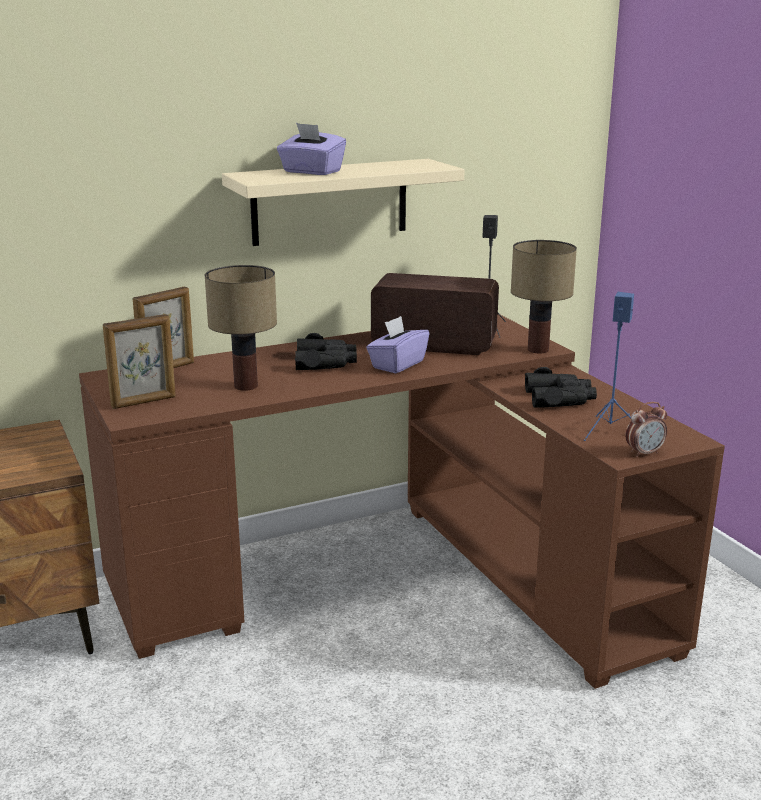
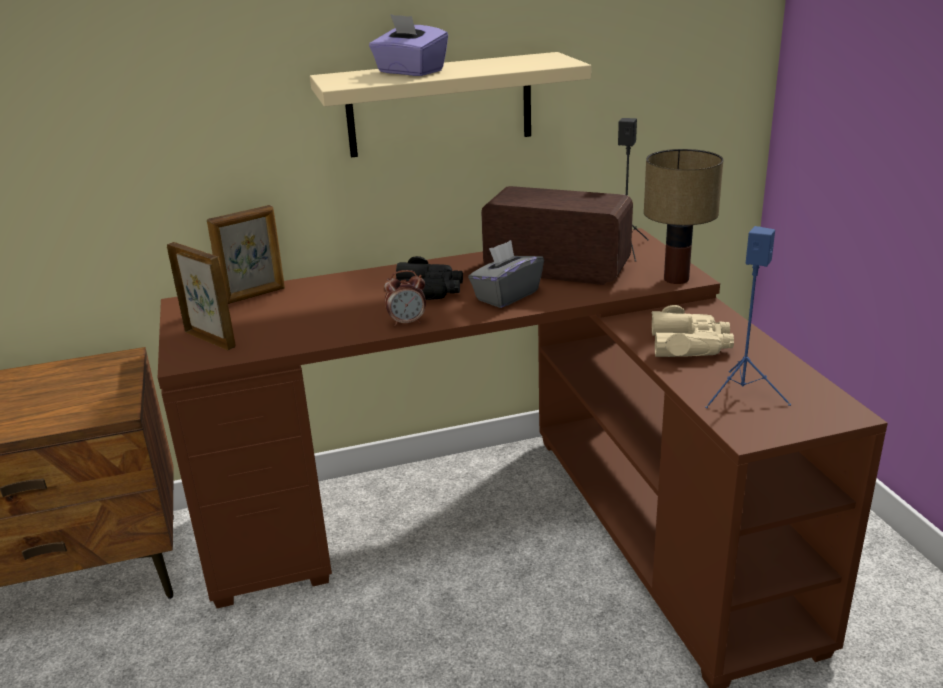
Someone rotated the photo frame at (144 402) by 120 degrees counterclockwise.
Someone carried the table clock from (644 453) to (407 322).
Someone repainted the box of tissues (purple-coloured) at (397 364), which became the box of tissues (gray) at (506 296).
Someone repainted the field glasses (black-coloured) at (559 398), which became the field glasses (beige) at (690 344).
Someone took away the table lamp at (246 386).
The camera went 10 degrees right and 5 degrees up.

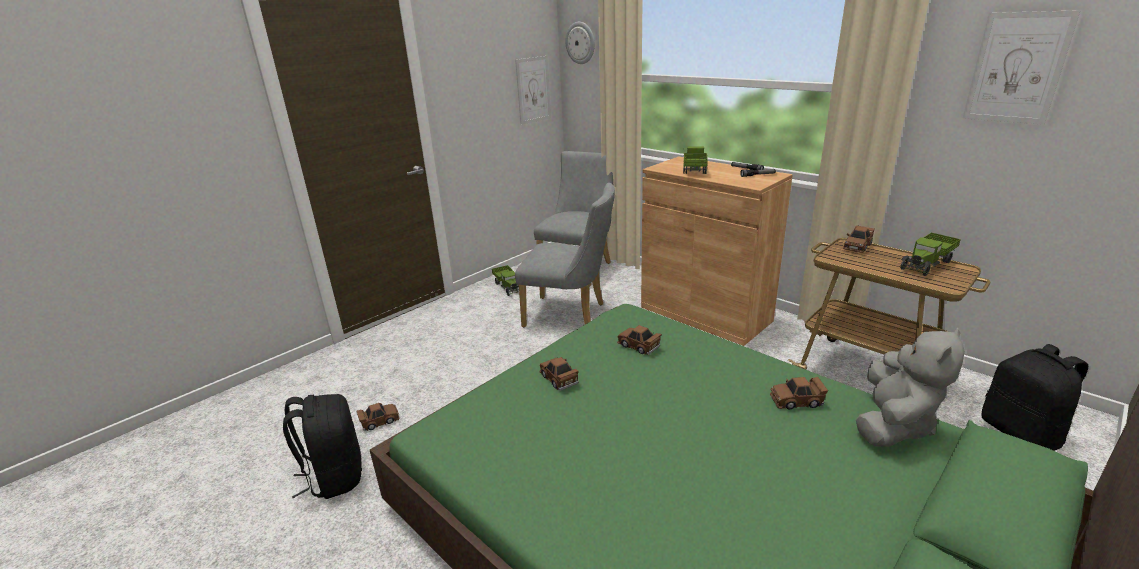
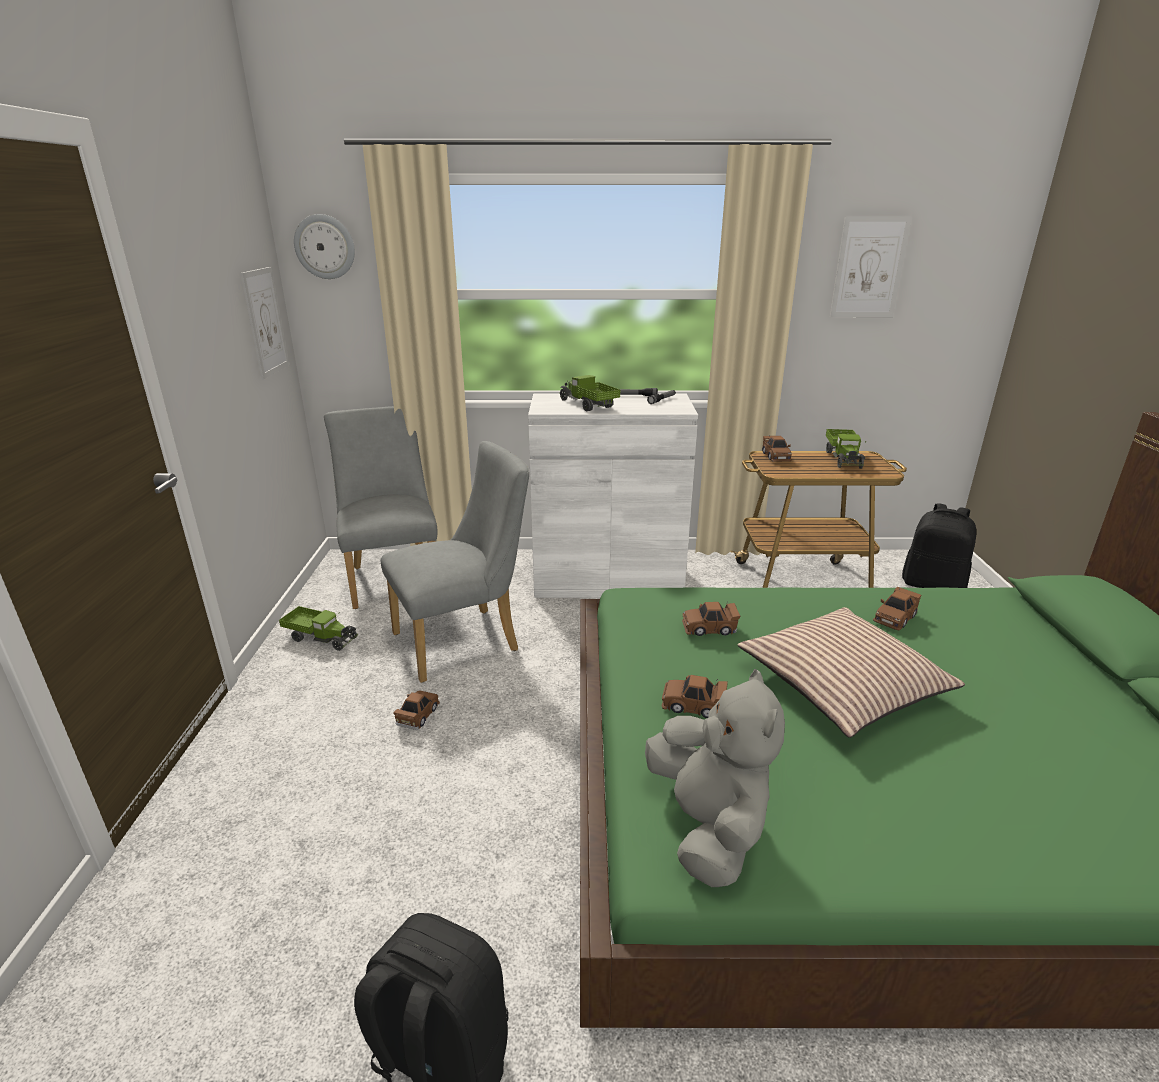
Someone carried the toy car (brown-coloured) from (379 421) to (418 715).
Someone repainted the cabinet (brown-coloured) at (705 314), which became the cabinet (whitish) at (607 579).
Someone carried the plush toy (gray) from (893 424) to (708 826).
Someone put down the pillow at (843 684).
The camera went 45 degrees left and 0 degrees up.

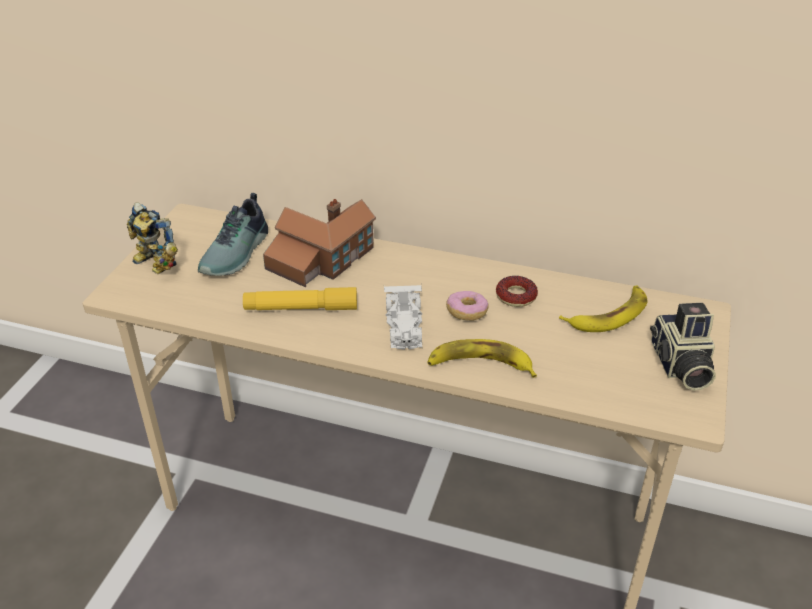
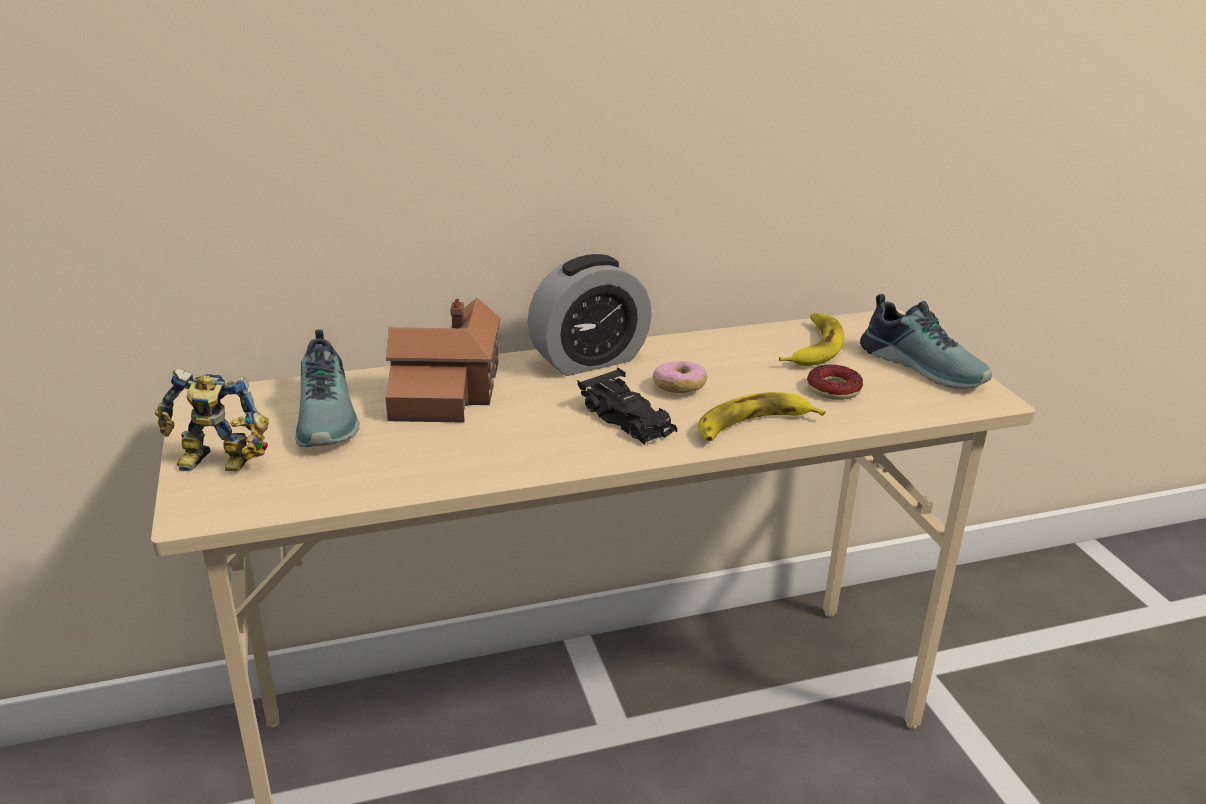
Someone put down the table clock at (589 360).
Someone repainted the toy car (whitish) at (404 325), which became the toy car (black-coloured) at (628 419).
Someone carried the ring doughnut from (516 296) to (833 389).
Someone swapped the photo camera at (679 366) for the shoe at (924 366).
Someone took away the hand torch (yellow-coloured) at (301 308).
The camera went 35 degrees left and 10 degrees down.

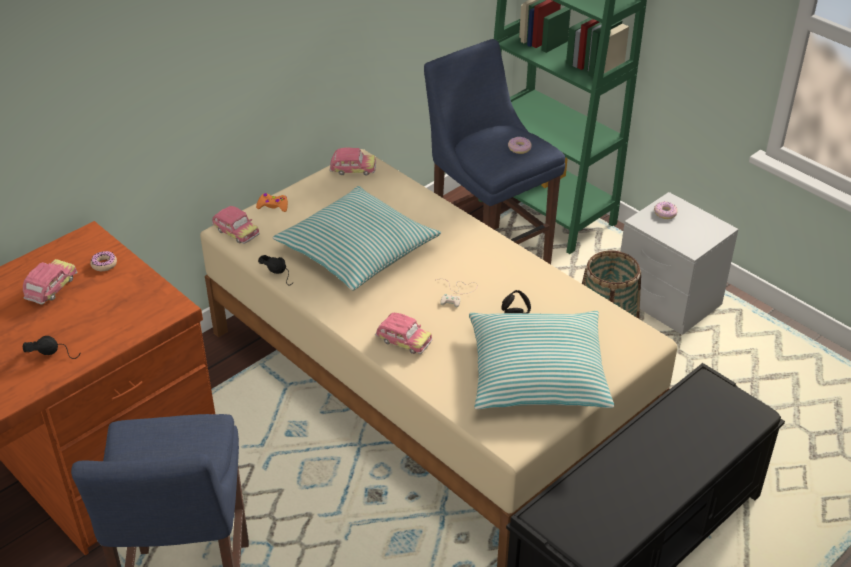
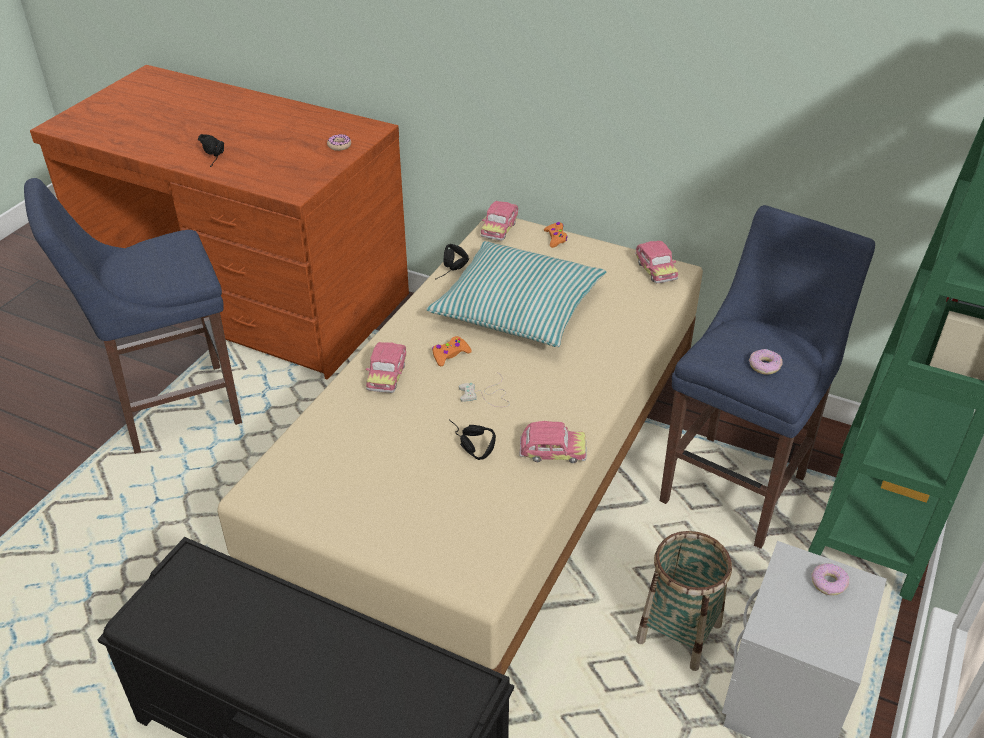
Someone put down the game controller (orangey) at (450 355).
Someone carried the toy car from (51 288) to (552 453).
Someone took away the pillow at (537 373).
The camera went 70 degrees right and 0 degrees up.

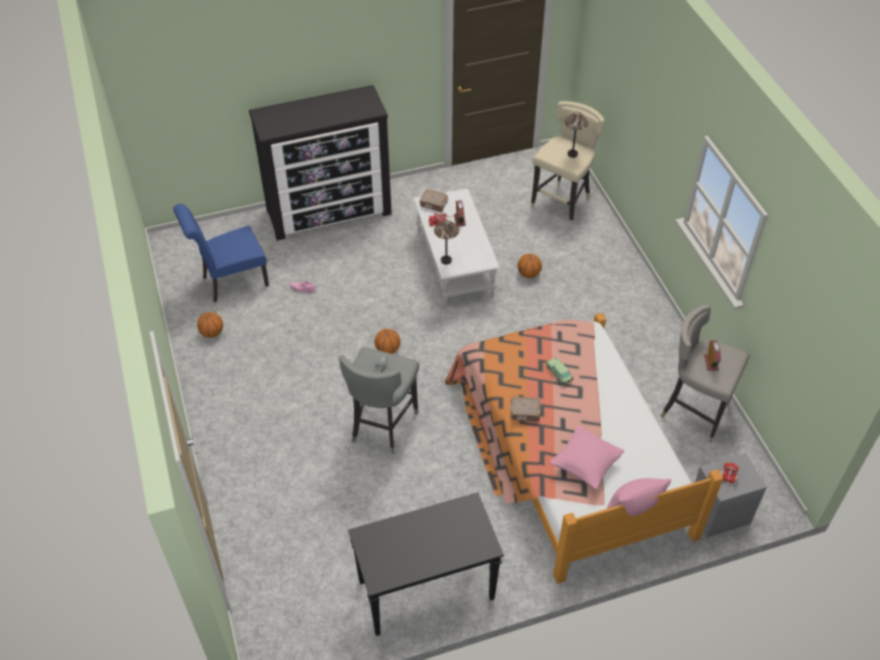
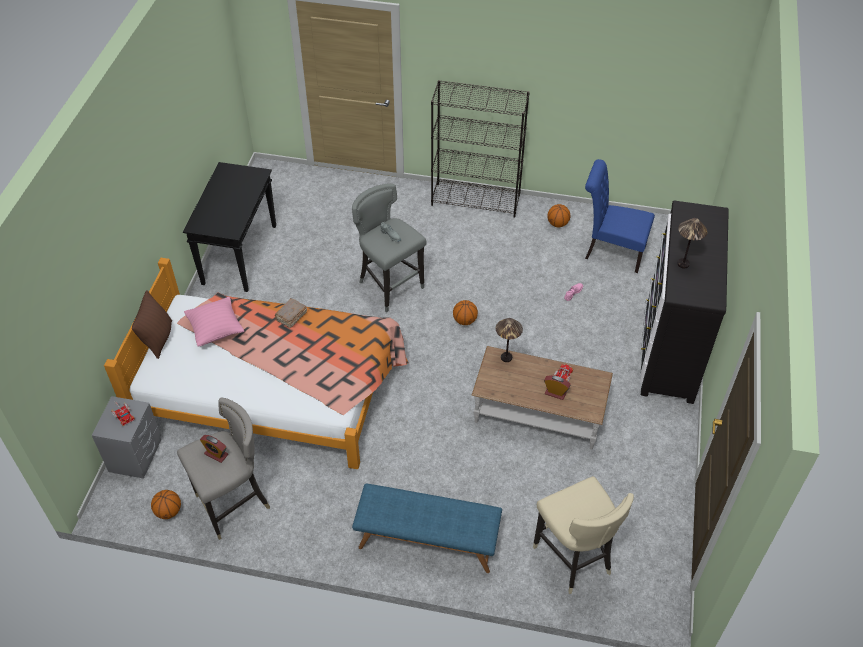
Someone repainted the pillow (pink) at (632 509), which became the pillow (brown-coloured) at (158 339).
Someone carried the ball for basketball from (528 274) to (169 511).
Someone put down the bench (blue) at (427 541).
Someone put down the bookshelf (black-coloured) at (476 200).
Someone repainted the low table (whitish) at (454 264), which became the low table (brown-coloured) at (538 414).
Someone rotated the upright chair (blue) at (231 282) by 75 degrees counterclockwise.
Someone carried the table lamp from (572 154) to (683 264).
Someone took away the book (brown-coloured) at (434 204).
Someone took away the toy car at (559 373).
The camera went 120 degrees right and 0 degrees up.

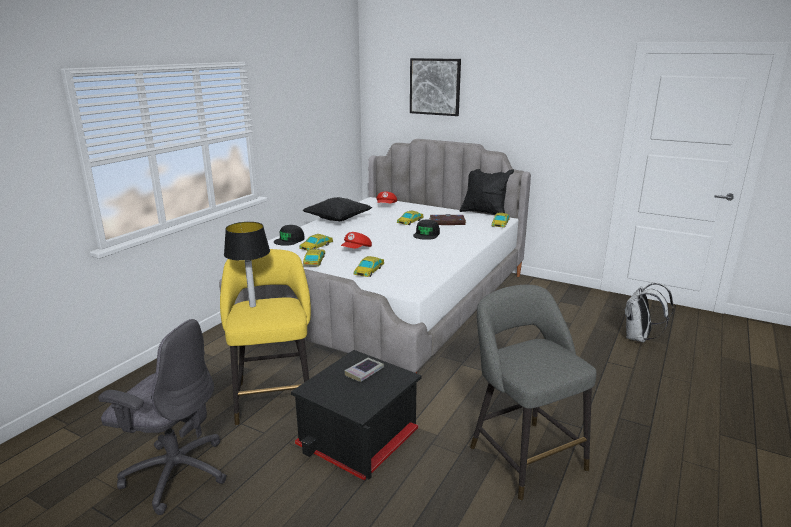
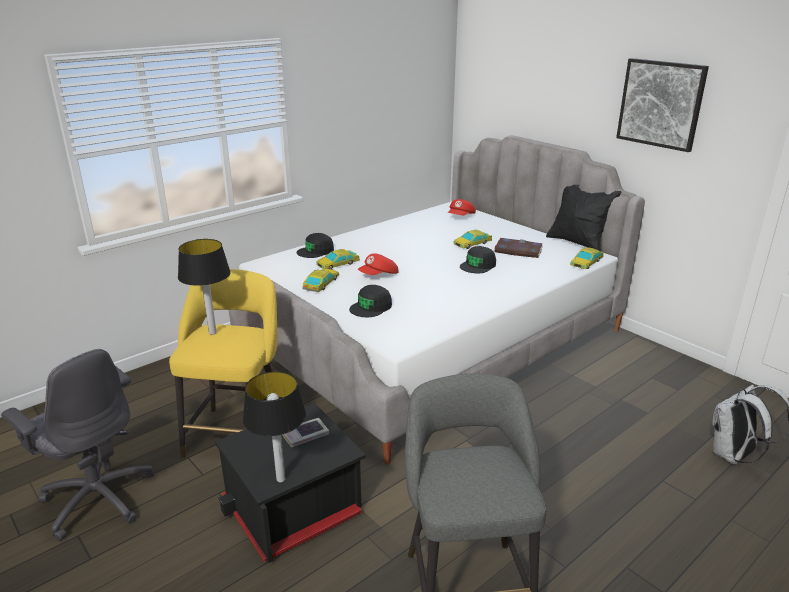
Someone put down the table lamp at (281 478).
Someone swapped the toy car at (369 270) for the baseball cap (black-coloured) at (371 307).
Someone carried the picture from (435 86) to (661 104).
Someone took away the pillow (black-coloured) at (337 220).
The camera went 20 degrees right and 5 degrees up.

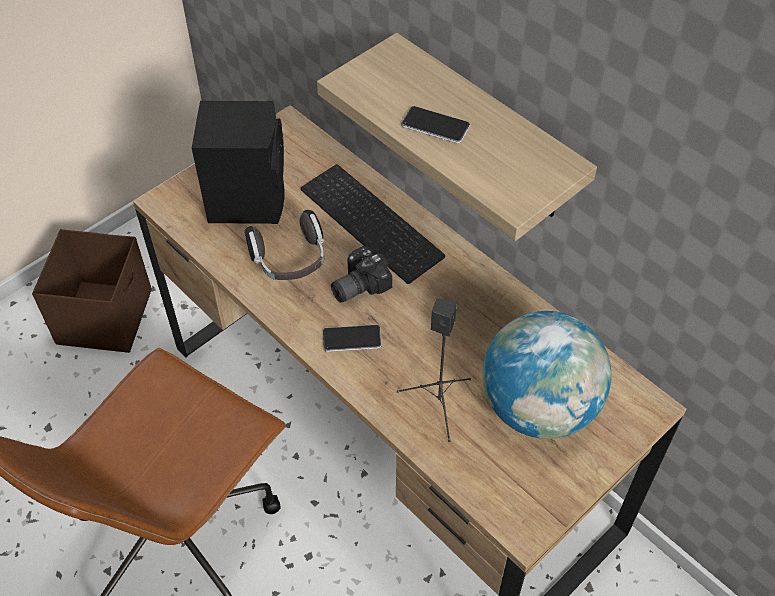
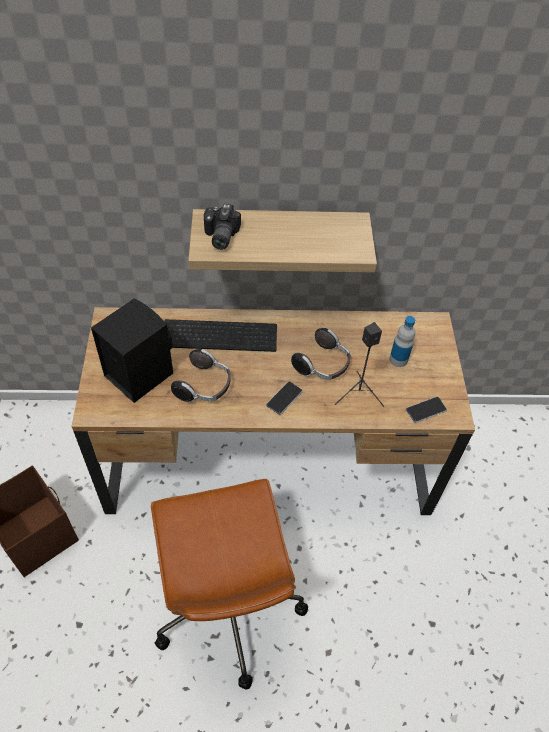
Someone carried the photo camera from (357 285) to (219 236).
Someone put down the pair of headphones at (323 365).
Someone swapped the desk globe at (538 407) for the bottle at (398 359).
Someone carried the telephone from (435 126) to (426 410).
The camera went 50 degrees left and 0 degrees up.

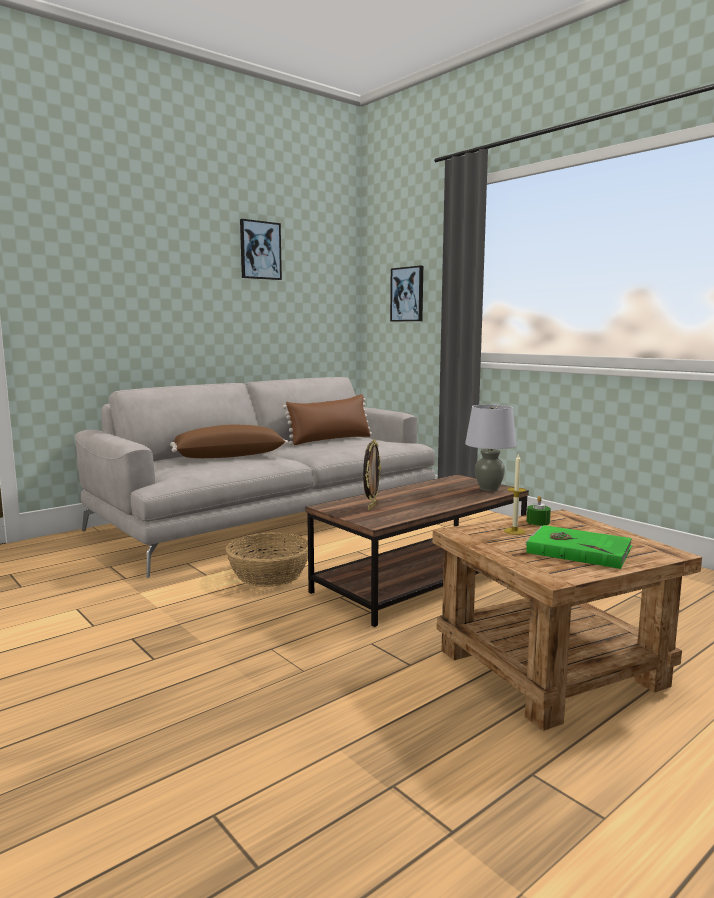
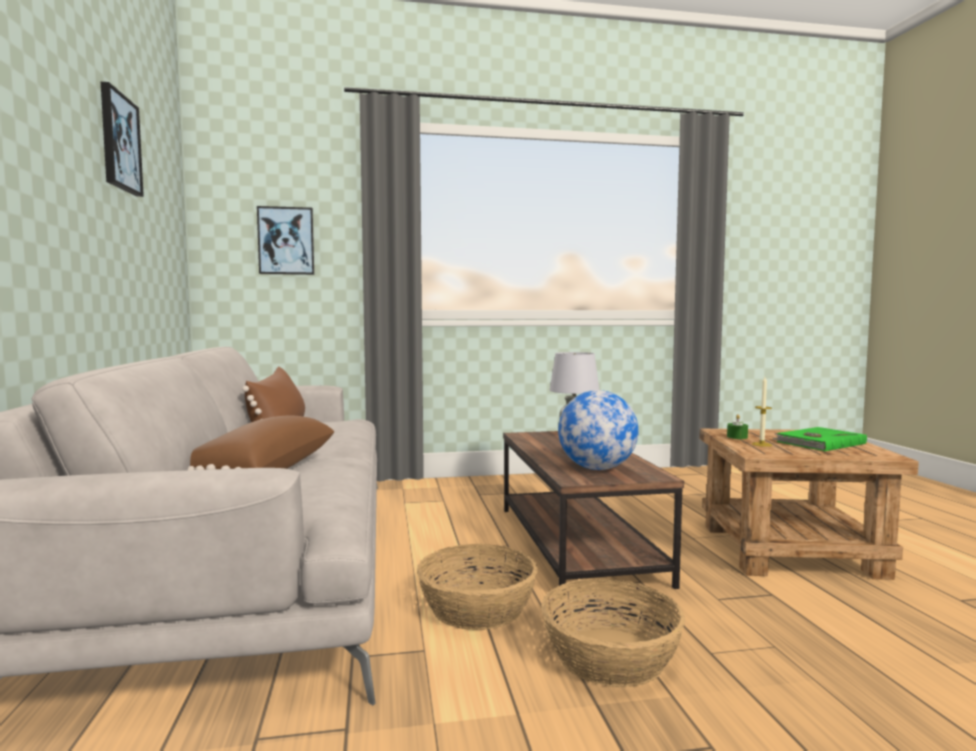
Someone put down the basket at (609 657).
Someone swapped the photo frame at (371 507) for the desk globe at (597 469).
The camera went 60 degrees left and 5 degrees down.

